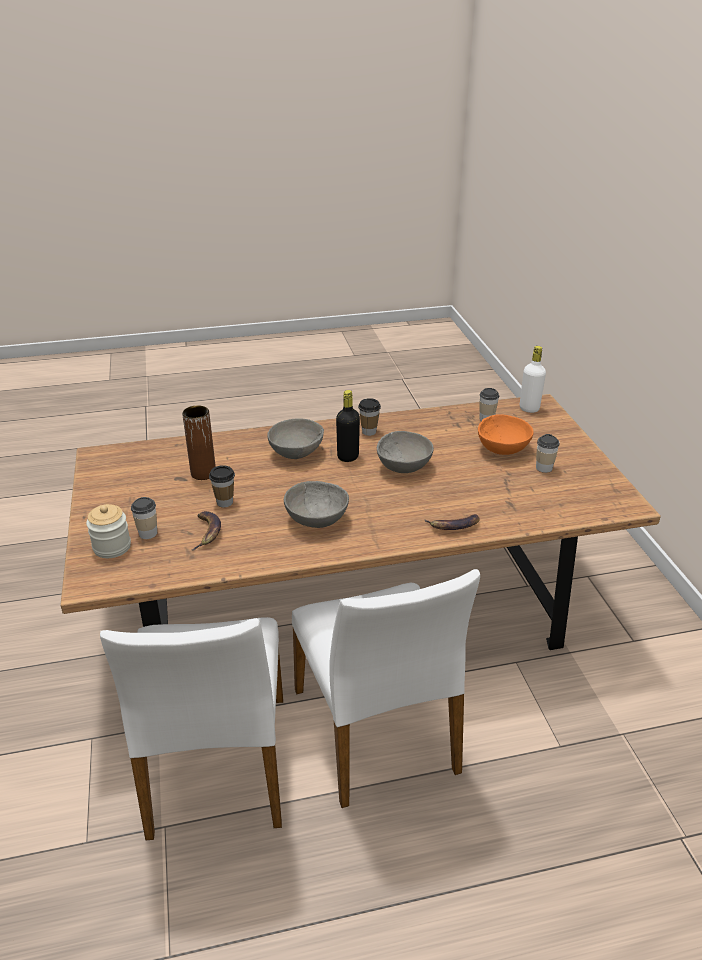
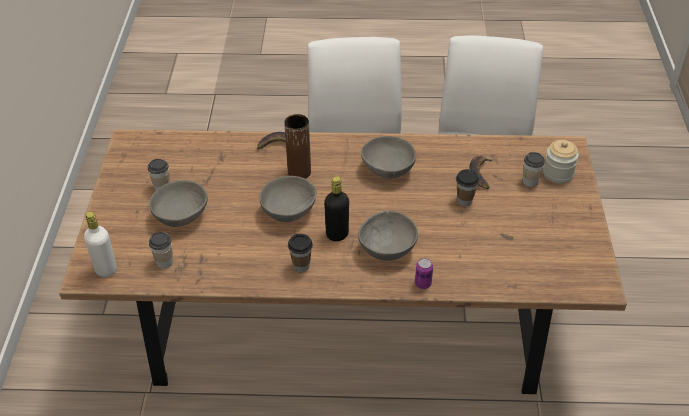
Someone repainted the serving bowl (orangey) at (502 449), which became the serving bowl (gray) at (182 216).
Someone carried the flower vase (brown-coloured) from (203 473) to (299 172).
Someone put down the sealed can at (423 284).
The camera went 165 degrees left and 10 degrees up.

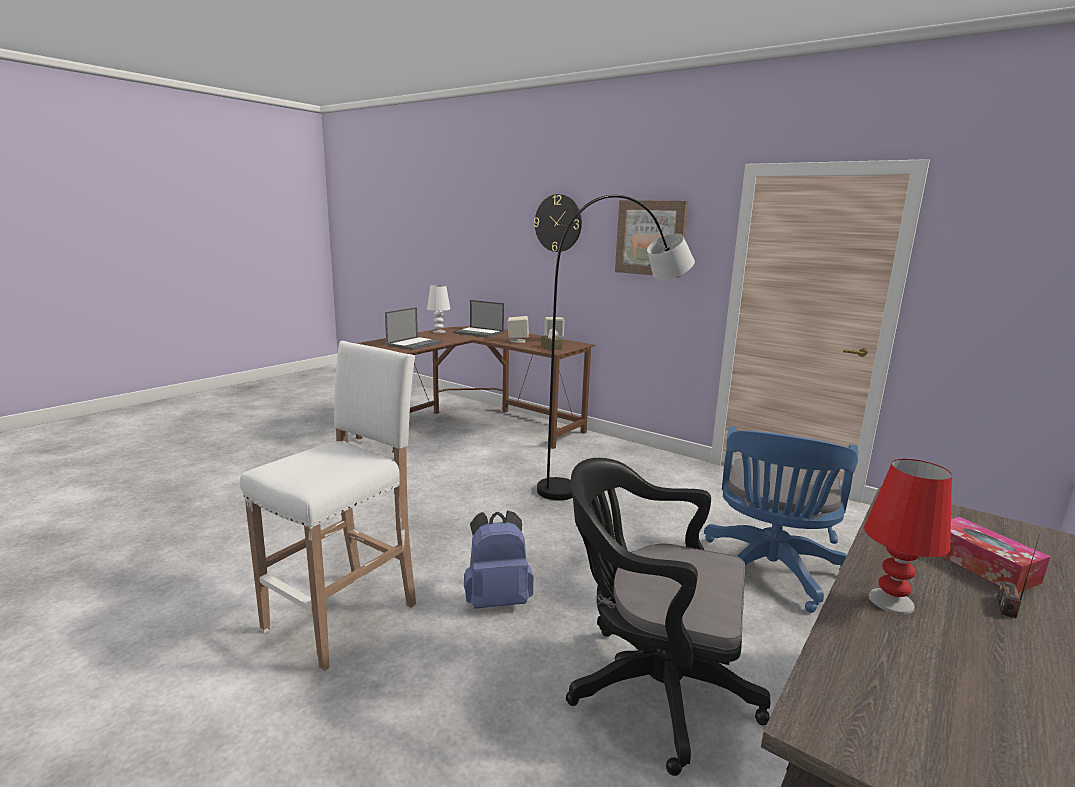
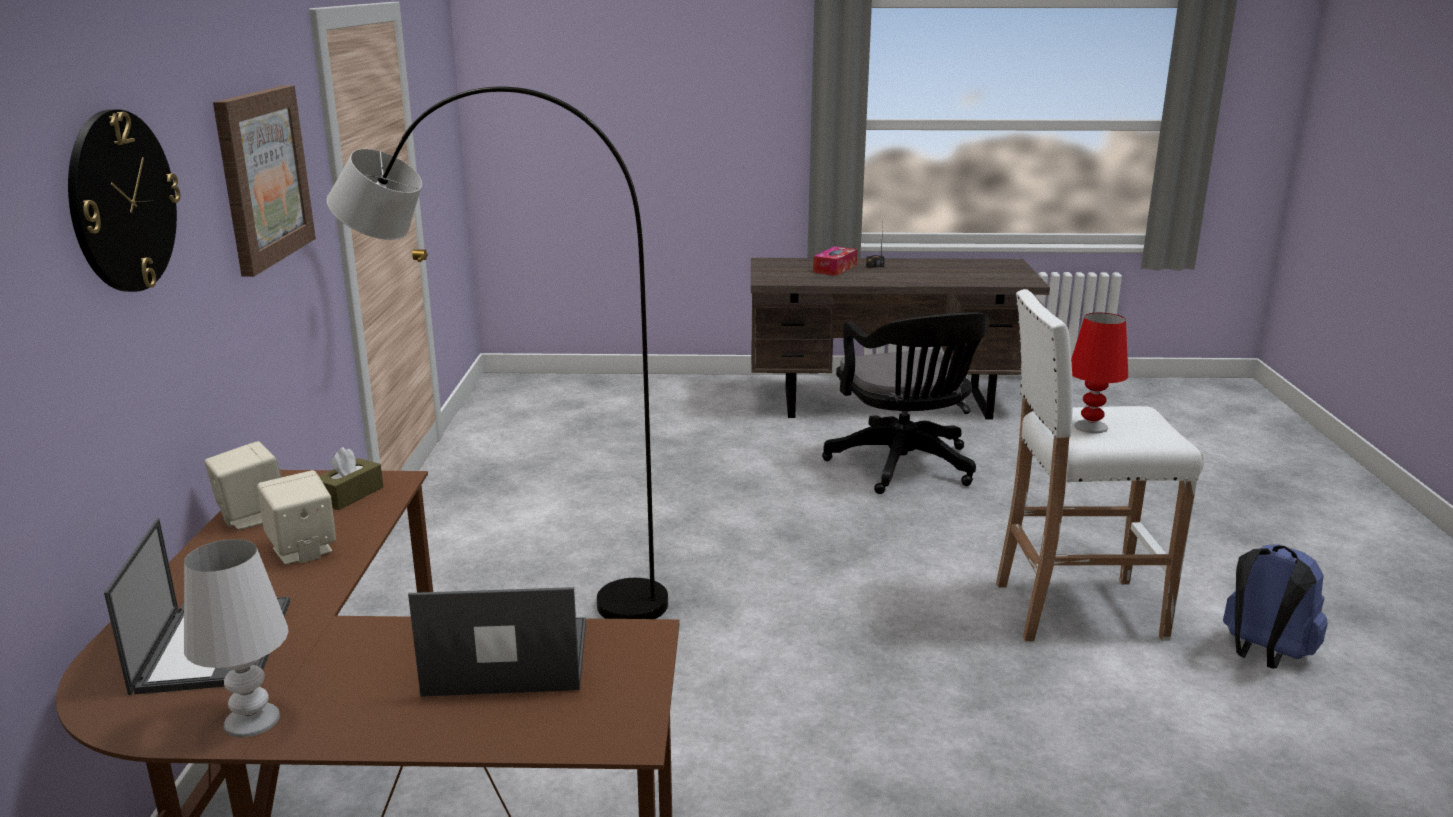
Someone carried the table lamp (red) from (891 601) to (1090 427).
Someone carried the rucksack (blue) from (497 599) to (1263 655).
Someone took away the desk chair (blue) at (770 572).
The camera went 125 degrees left and 5 degrees up.

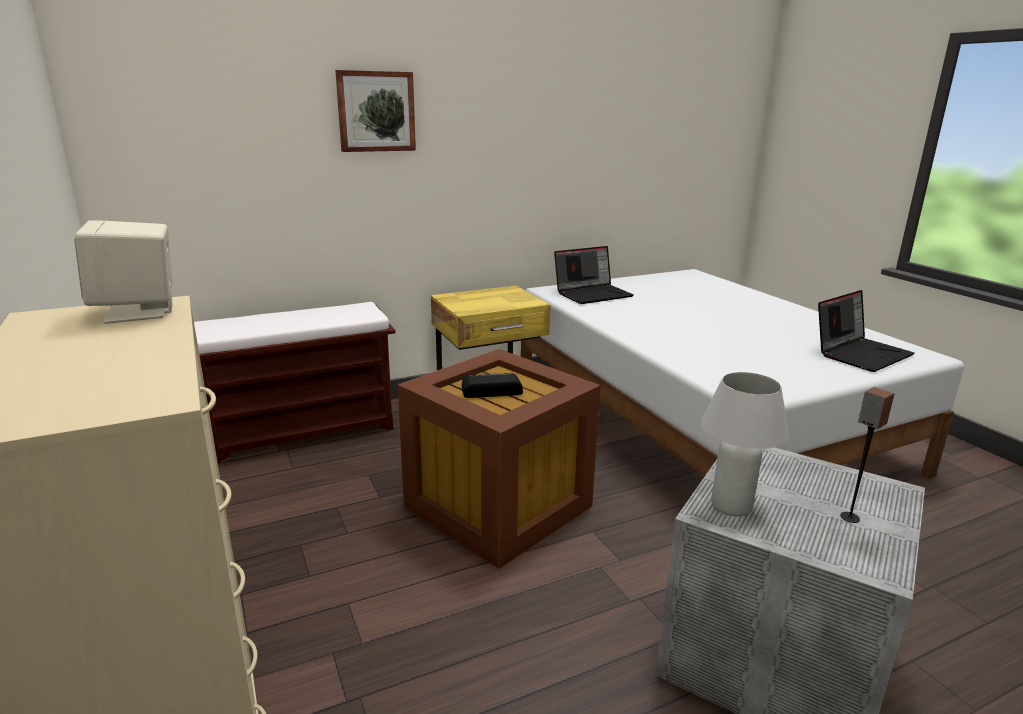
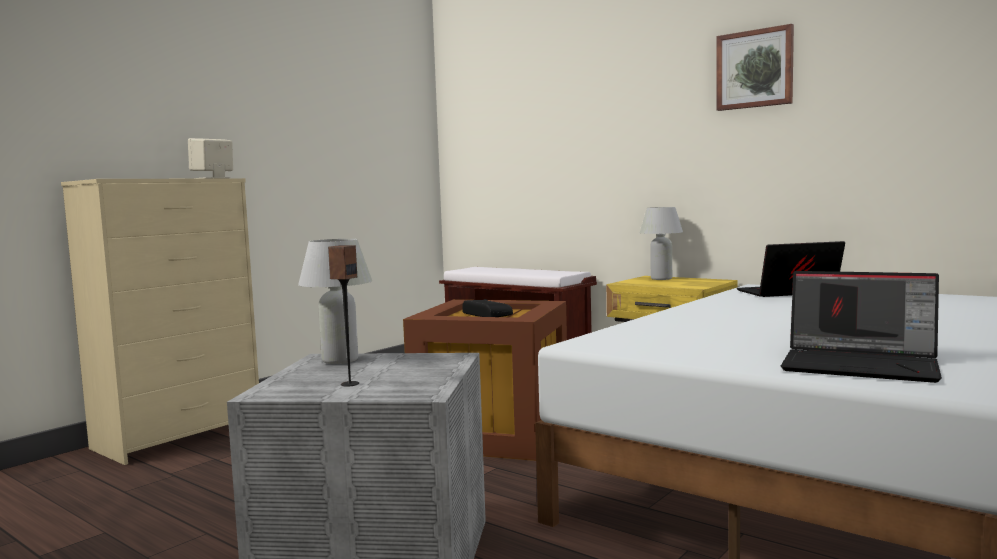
Someone put down the table lamp (whitish) at (661 279).
Someone carried the picture from (376 111) to (755 69).
Someone rotated the notebook computer at (593 294) by 135 degrees clockwise.
The camera went 65 degrees right and 15 degrees down.

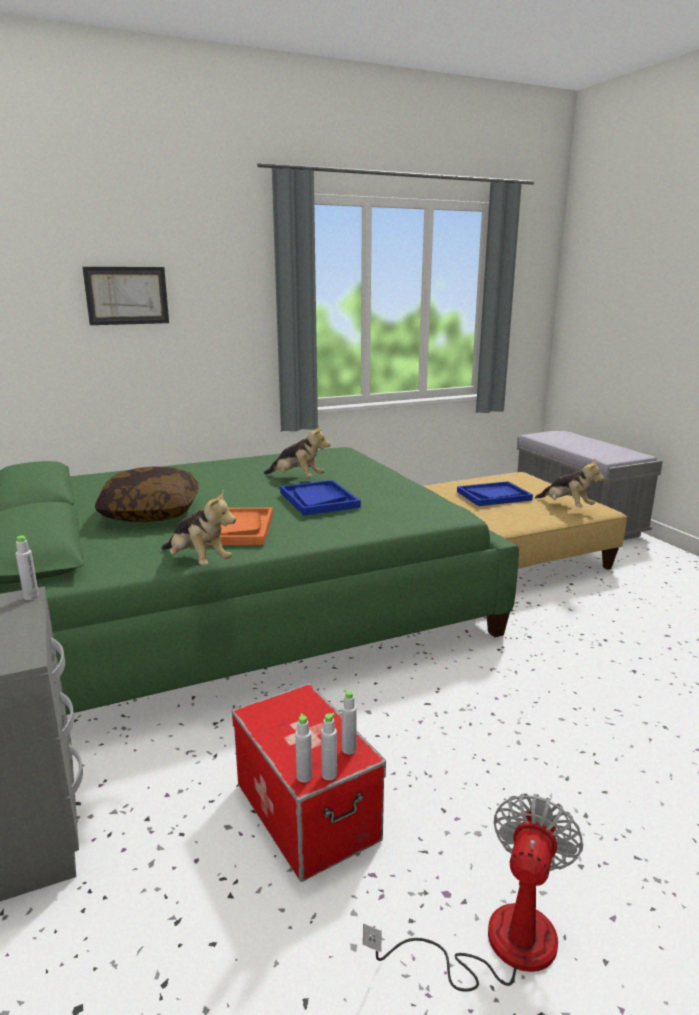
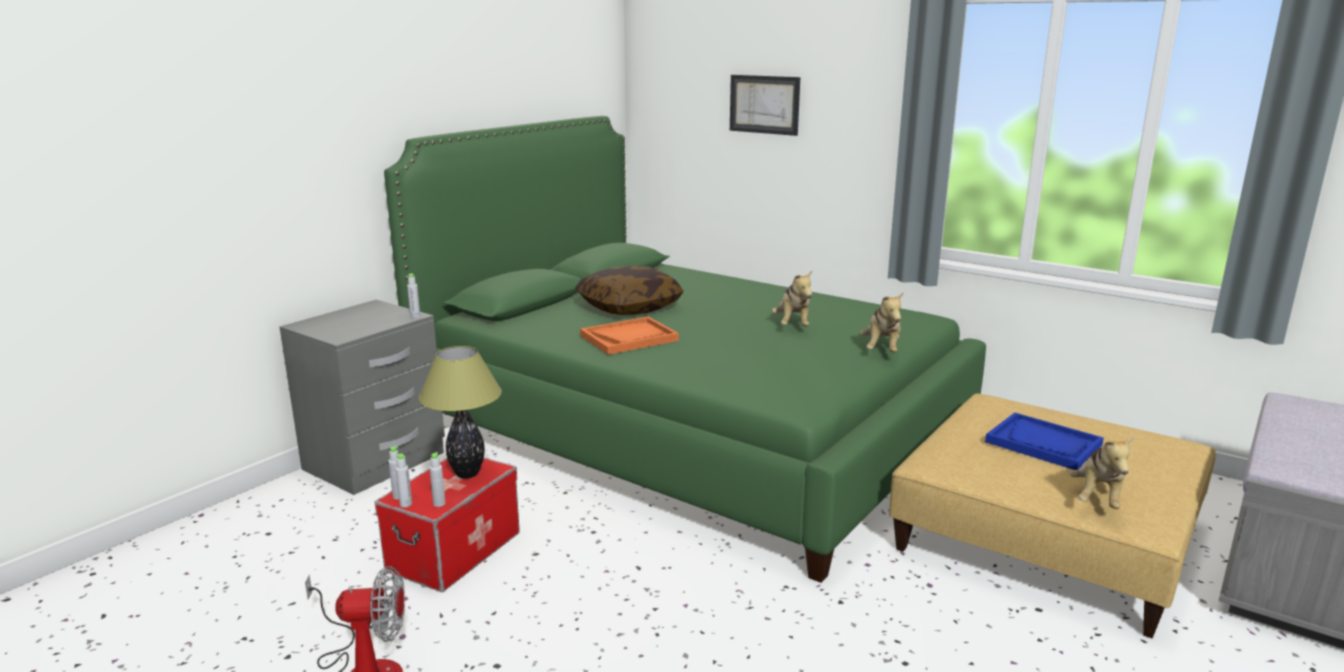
Someone put down the table lamp at (468 474).
Someone carried the plush toy from (198 562) to (882 349).
Someone took away the serving tray (blue) at (318 500).
The camera went 60 degrees right and 0 degrees up.

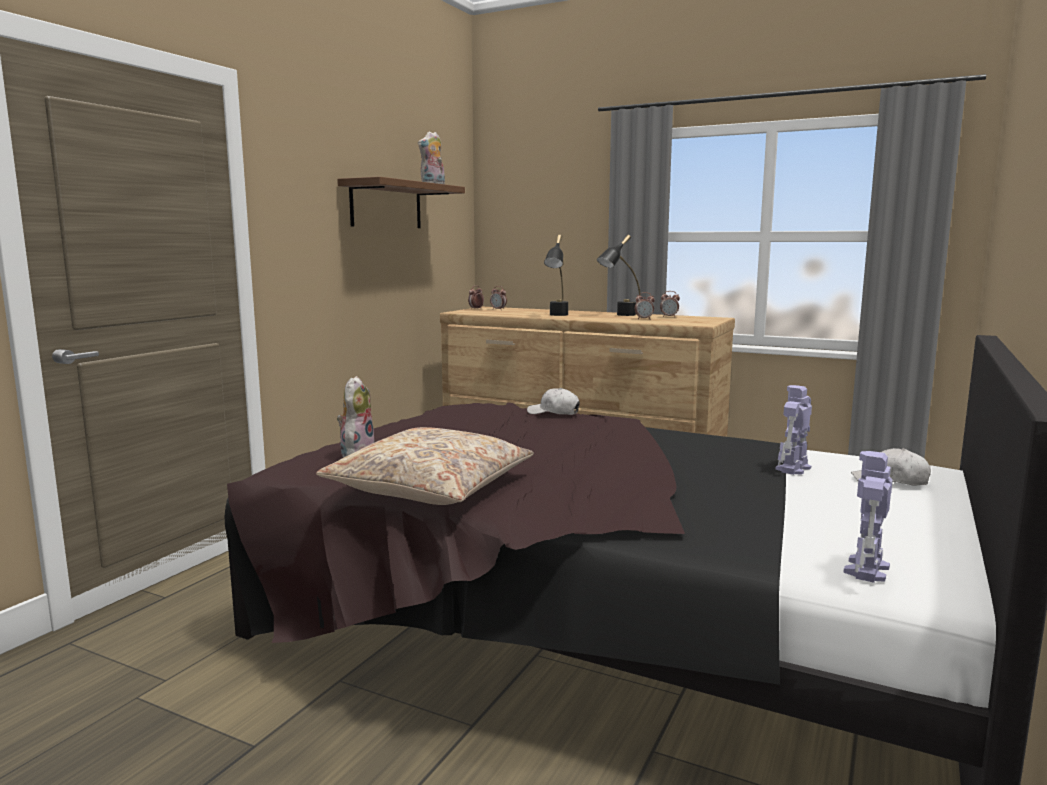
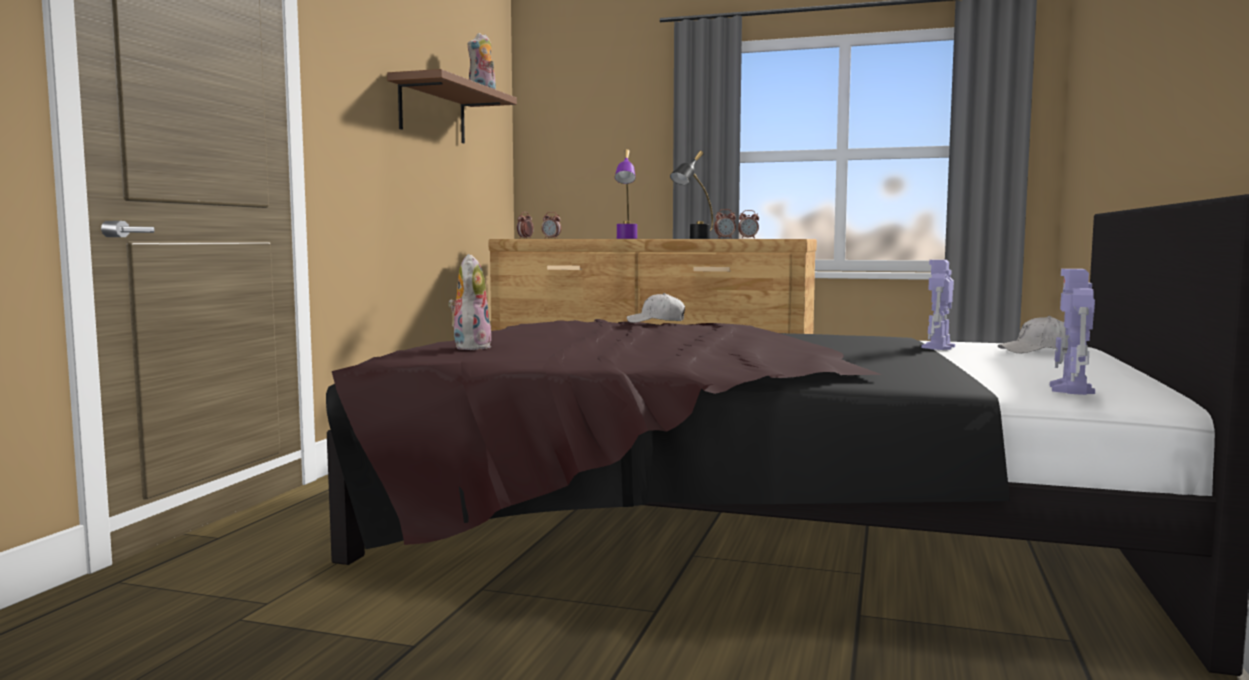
Someone repainted the table lamp (black-coloured) at (557 315), which became the table lamp (purple-coloured) at (626 238).
Someone took away the pillow (beige) at (431 487).
The camera went 10 degrees left and 5 degrees down.

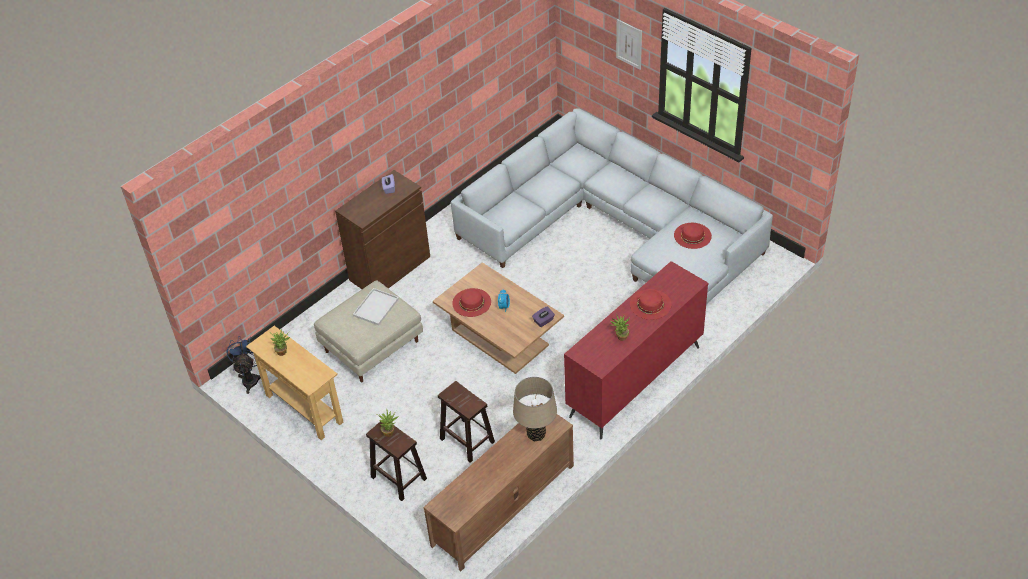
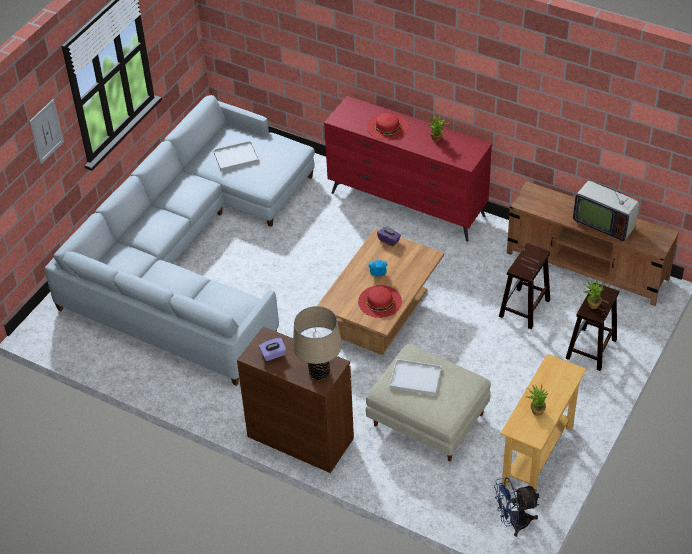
Someone swapped the clothing hat (red) at (692 235) for the serving tray (whitish) at (235 157).
Someone carried the table lamp (beige) from (536 434) to (319 372).
Someone put down the television at (604 223).
The camera went 105 degrees left and 0 degrees up.

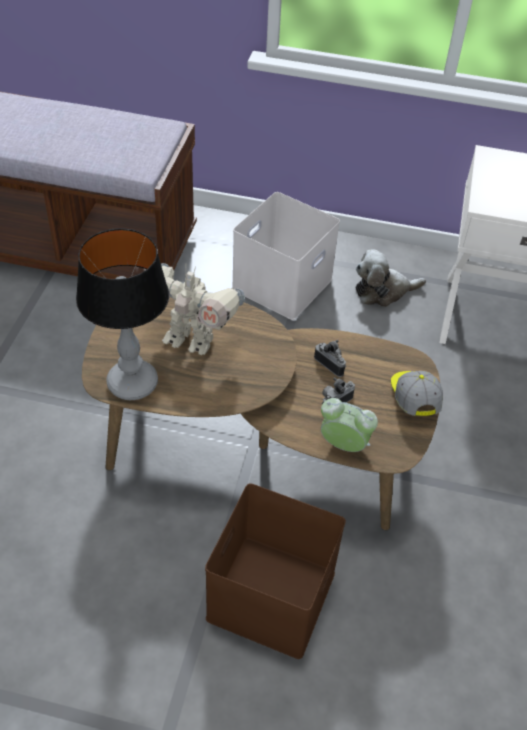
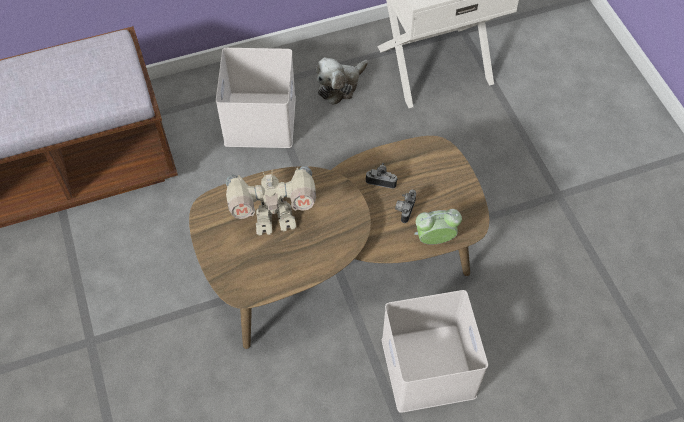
Someone repainted the storage box (brown-coloured) at (273 598), which became the storage box (whitish) at (430 369).
Someone took away the table lamp at (132 382).
Someone took away the baseball cap at (413 399).
The camera went 30 degrees left and 10 degrees up.

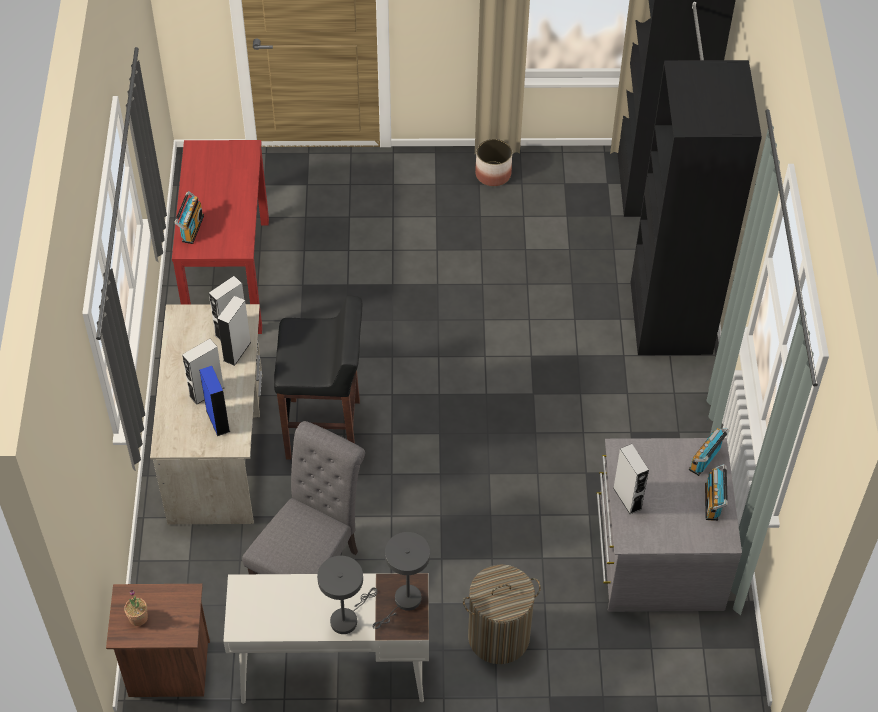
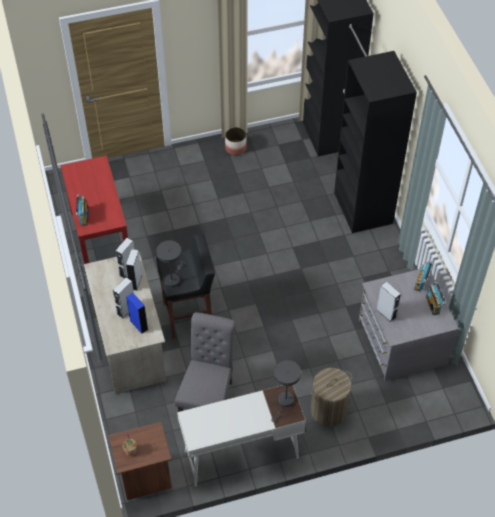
Someone carried the table lamp (gray) from (347 618) to (173 279).
The camera went 15 degrees left and 0 degrees up.

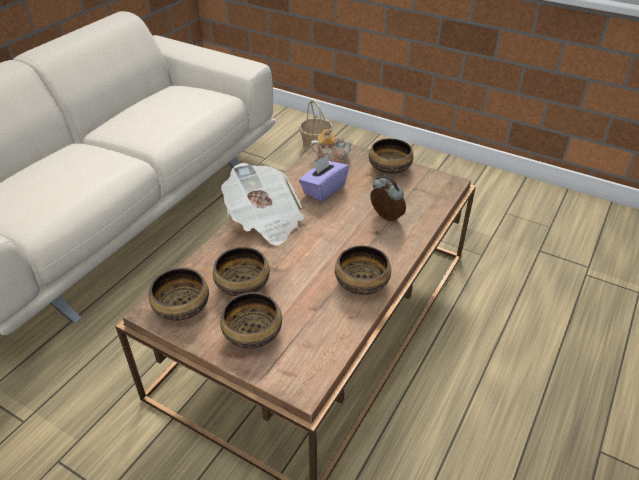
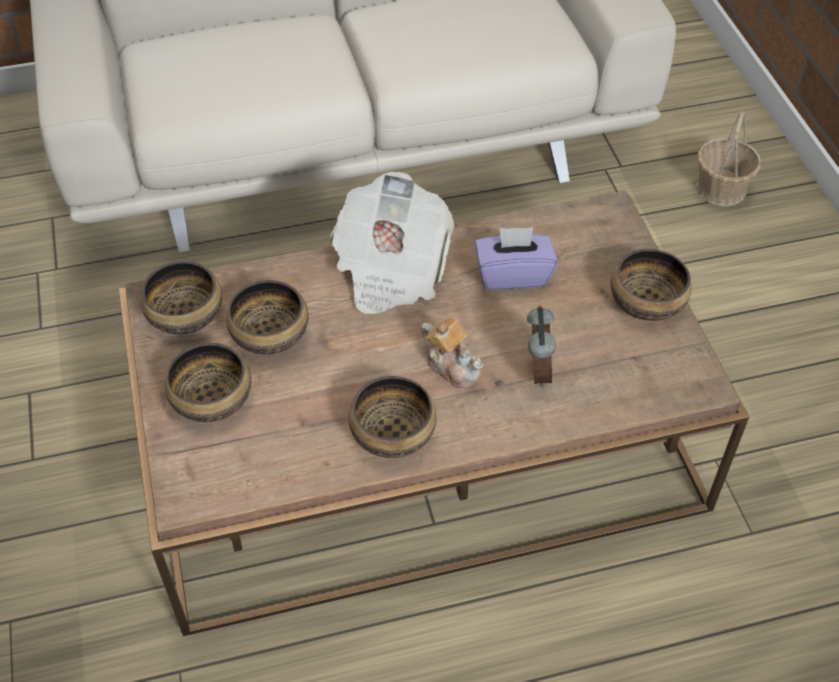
Someone carried the pot for tea from (331 156) to (453 365).
The camera went 45 degrees right and 10 degrees up.

